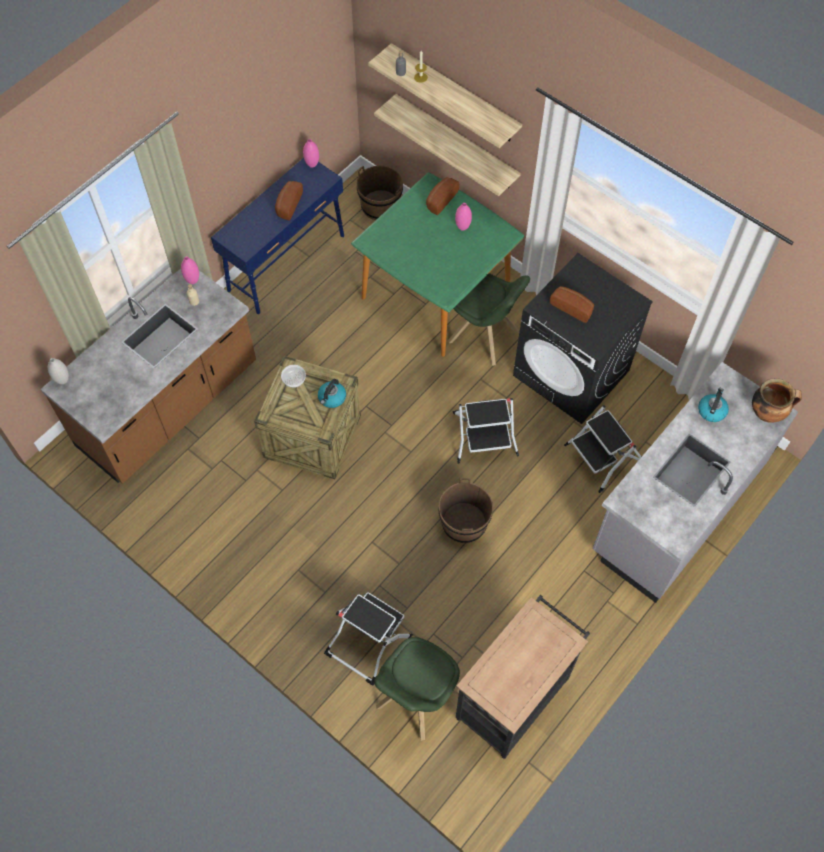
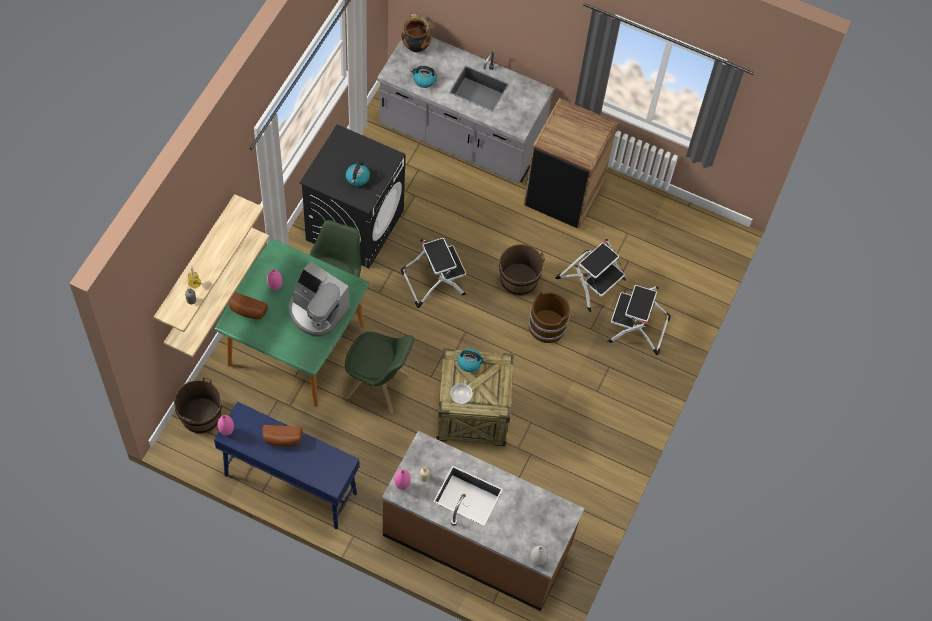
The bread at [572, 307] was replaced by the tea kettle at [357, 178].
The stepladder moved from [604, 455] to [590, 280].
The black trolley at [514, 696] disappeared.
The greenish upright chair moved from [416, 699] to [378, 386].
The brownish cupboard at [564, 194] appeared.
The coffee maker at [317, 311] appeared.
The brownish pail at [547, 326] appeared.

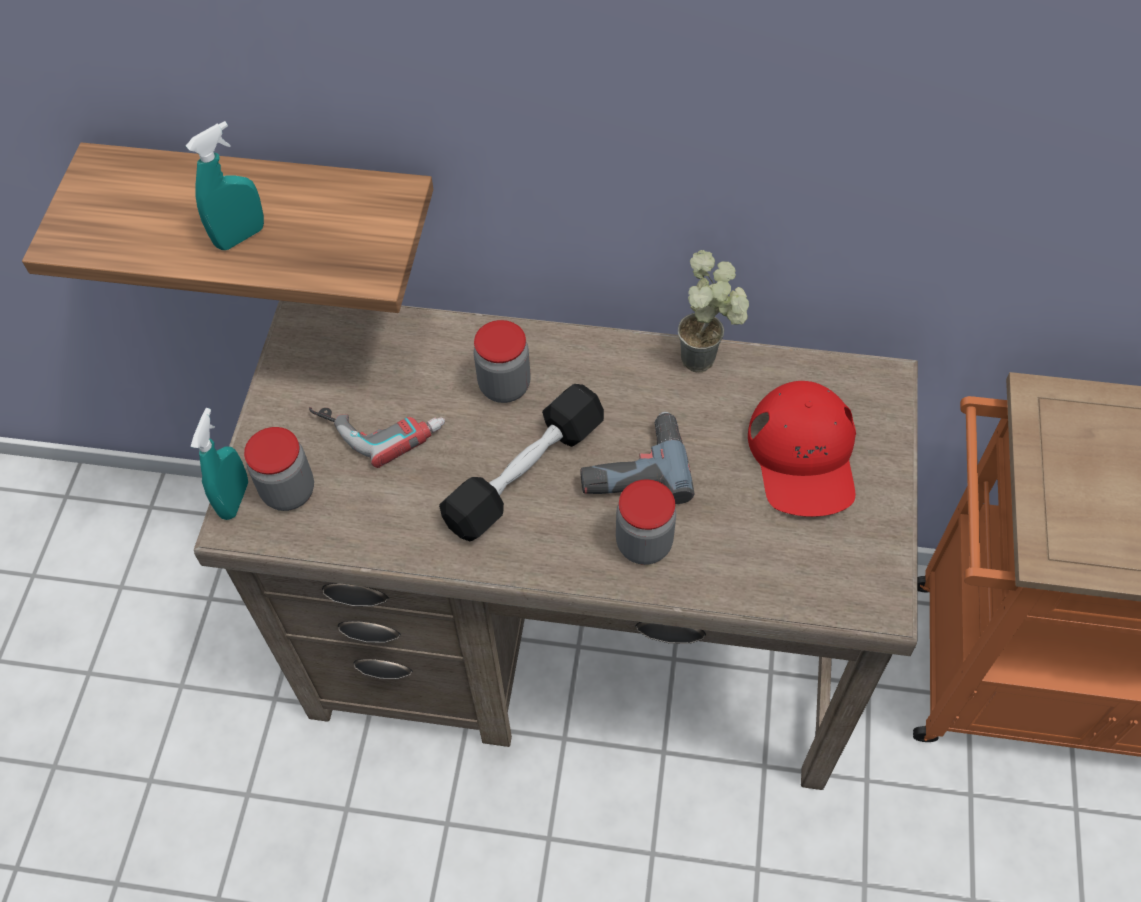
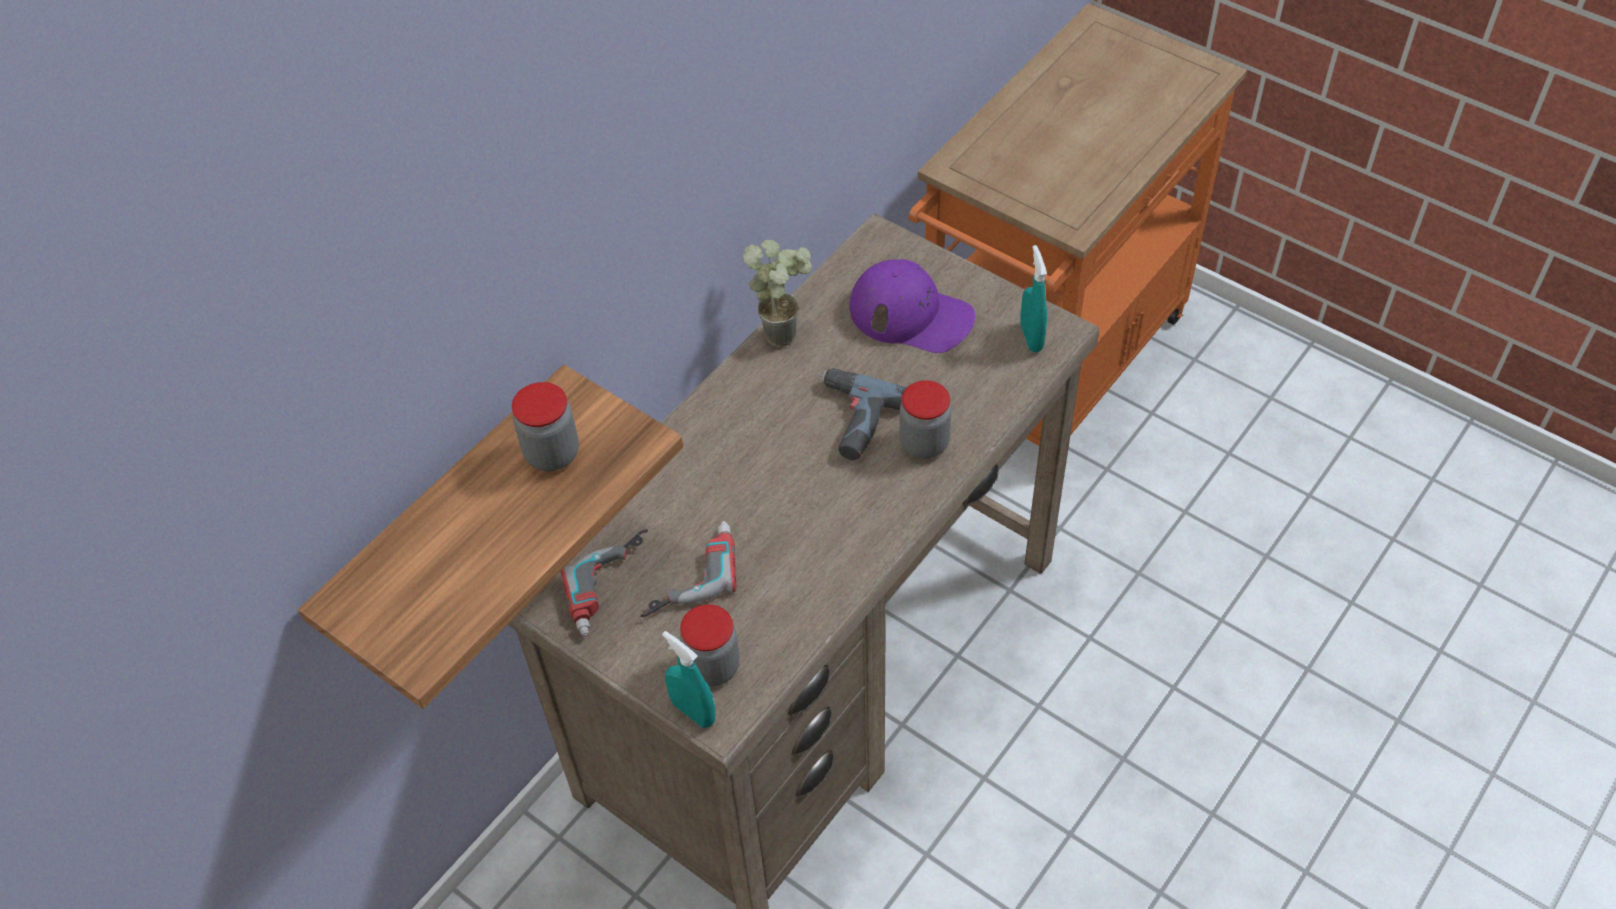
The blue-green spray bottle moved from [240, 236] to [1031, 337].
The jar moved from [504, 385] to [552, 454].
The red-coloured baseball cap at [803, 456] became the purple-coloured baseball cap at [911, 315].
The black hand weight at [525, 474] disappeared.
The power drill at [614, 587] appeared.

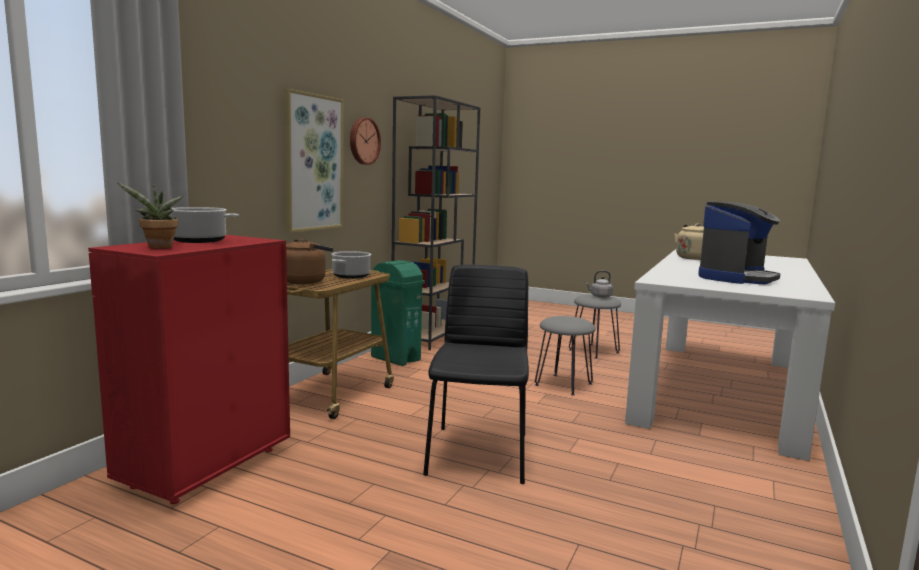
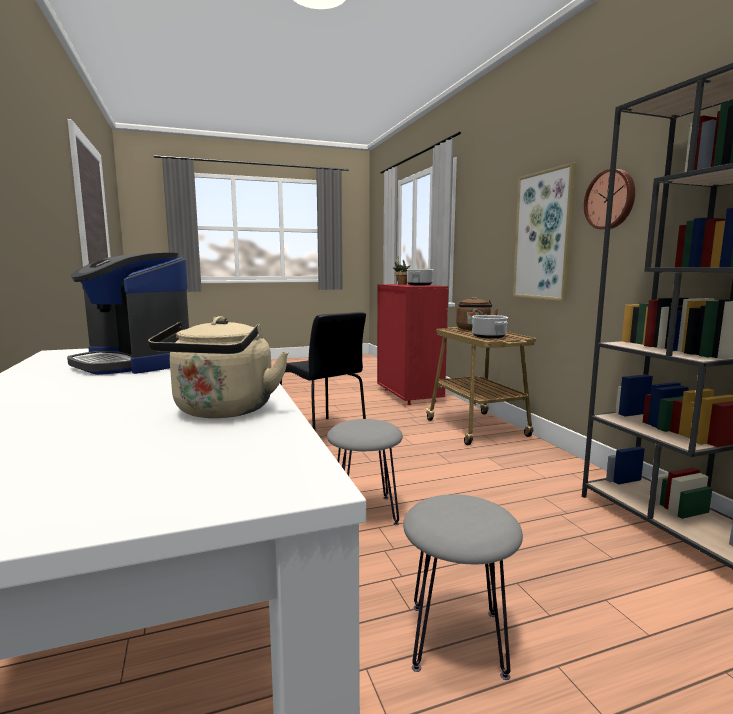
The coffee maker at [736, 278] turned 45 degrees counterclockwise.
The greenish rubbish bin at [395, 358] disappeared.
The greyish tea kettle at [599, 296] disappeared.

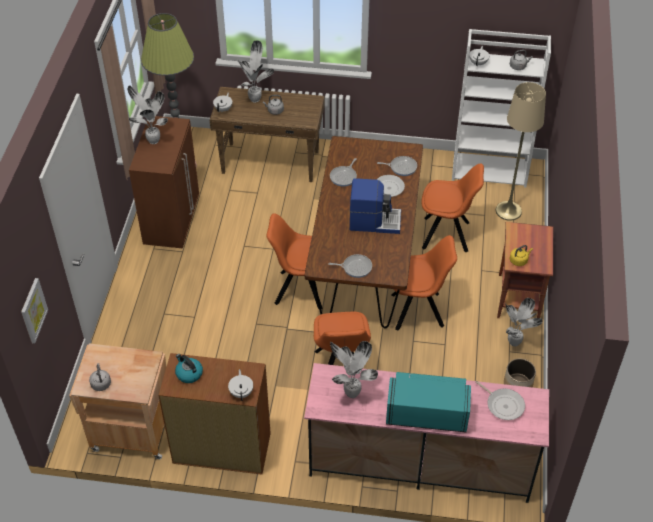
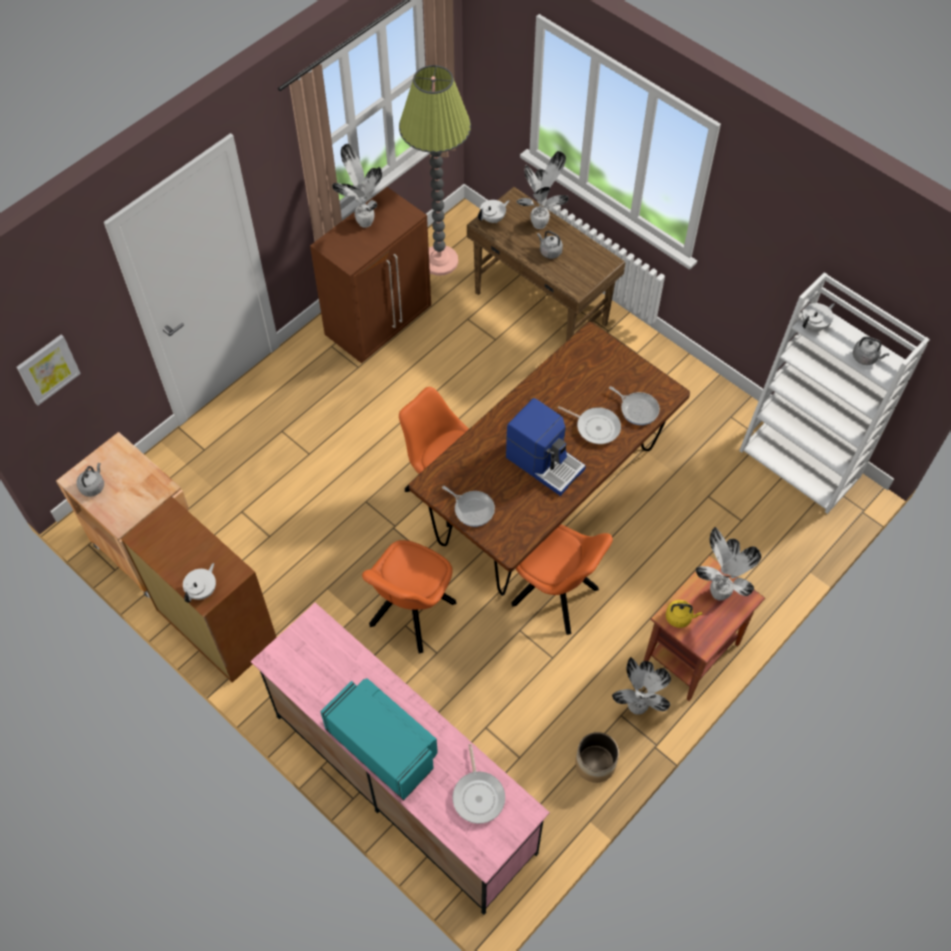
The beige-coloured standard lamp at [508, 211] disappeared.
The frying pan at [344, 177] disappeared.
The orange upright chair at [446, 235] disappeared.
The houseplant moved from [350, 393] to [718, 592].
The tea kettle at [189, 373] disappeared.

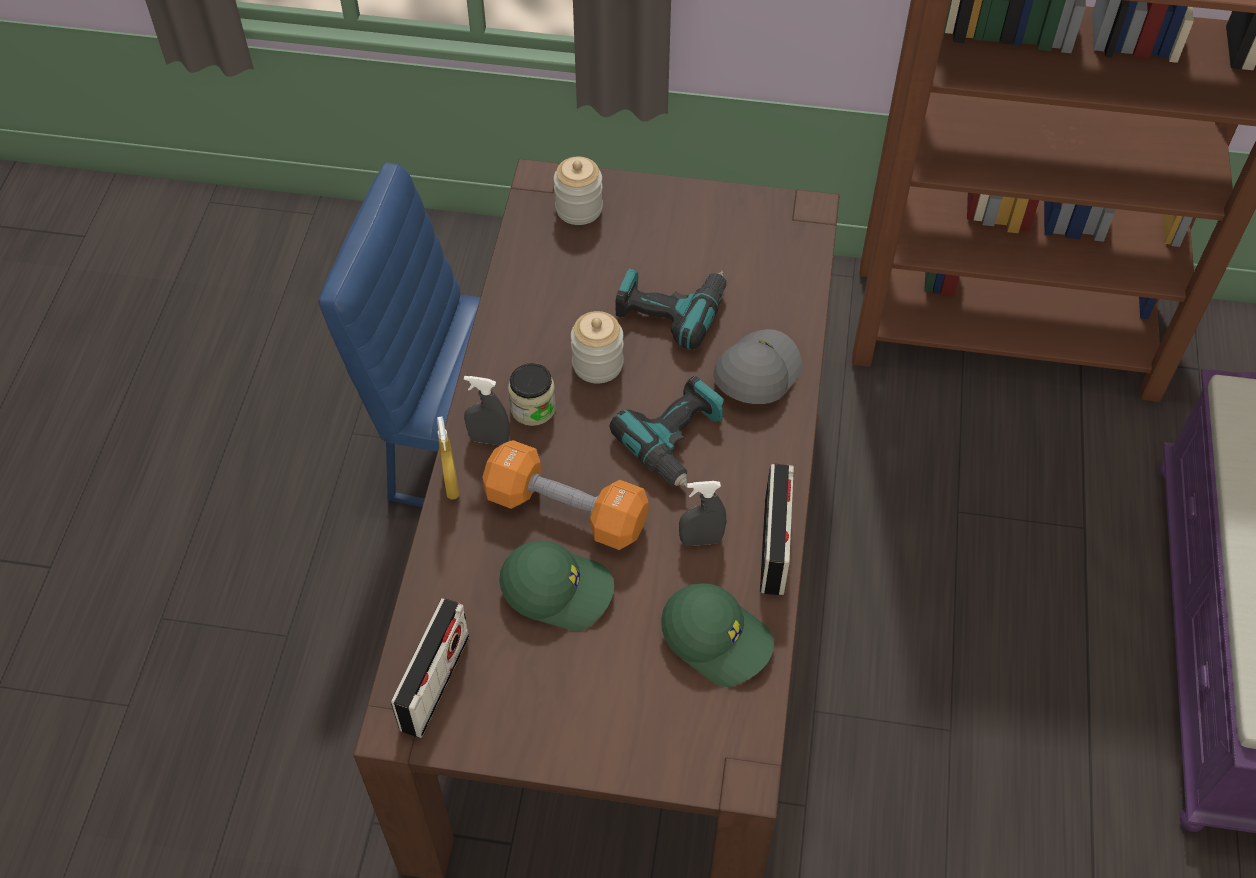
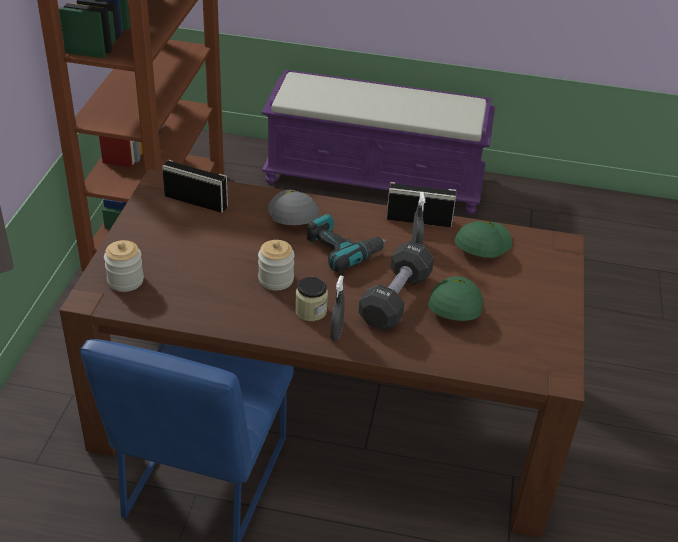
The power drill at [670, 309] disappeared.
The greyish baseball cap at [755, 373] turned 45 degrees clockwise.
The yellow-coloured spray bottle at [451, 485] disappeared.
The orange hand weight at [566, 510] became the black hand weight at [395, 299].
The radio receiver moved from [435, 682] to [196, 201].

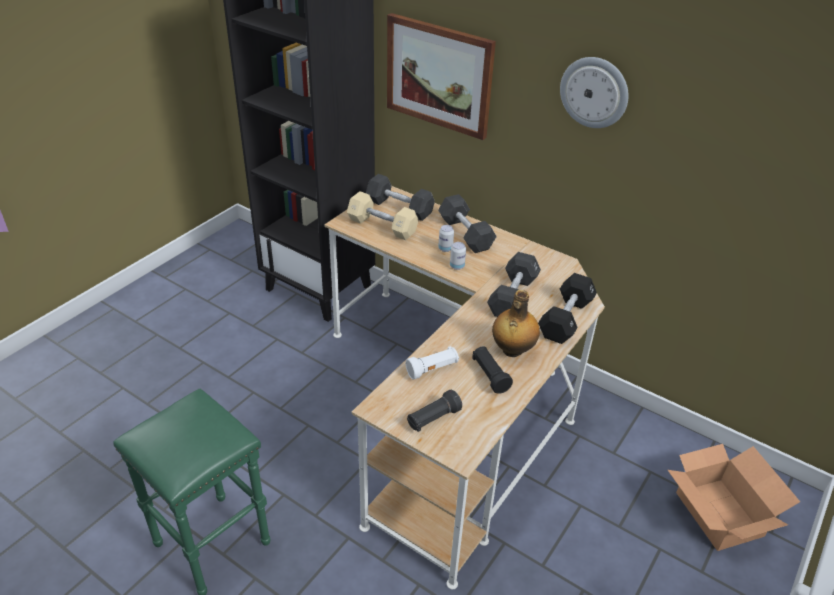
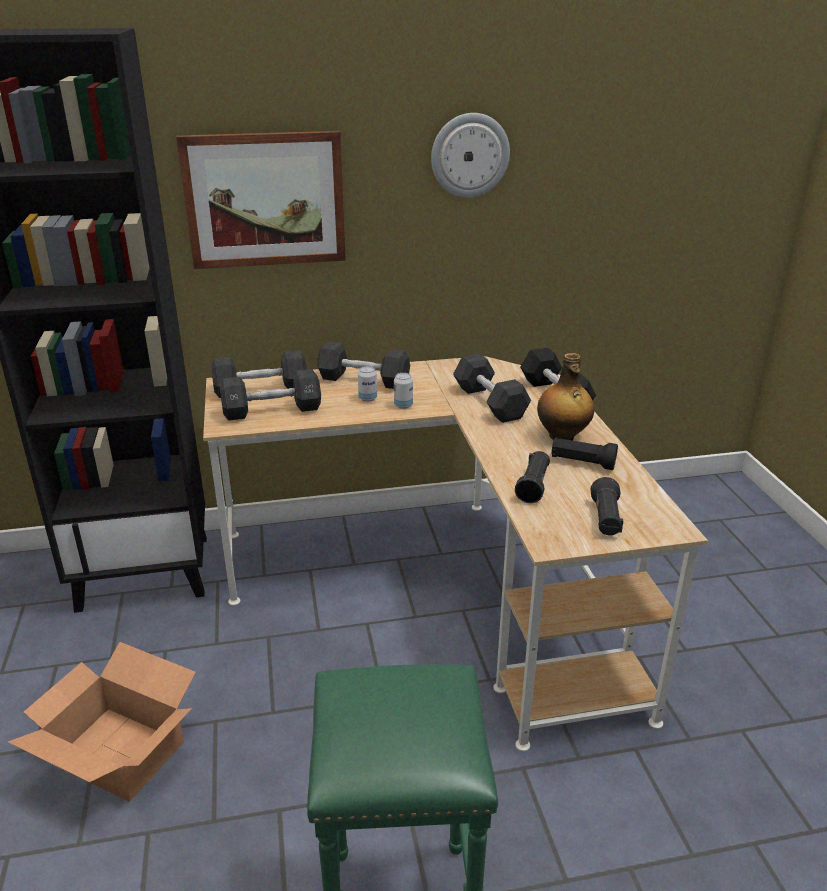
The beige-coloured hand weight at [382, 226] became the black hand weight at [272, 410].
The whitish flashlight at [432, 369] became the black flashlight at [533, 486].
The cardboard box moved from [719, 513] to [118, 751].

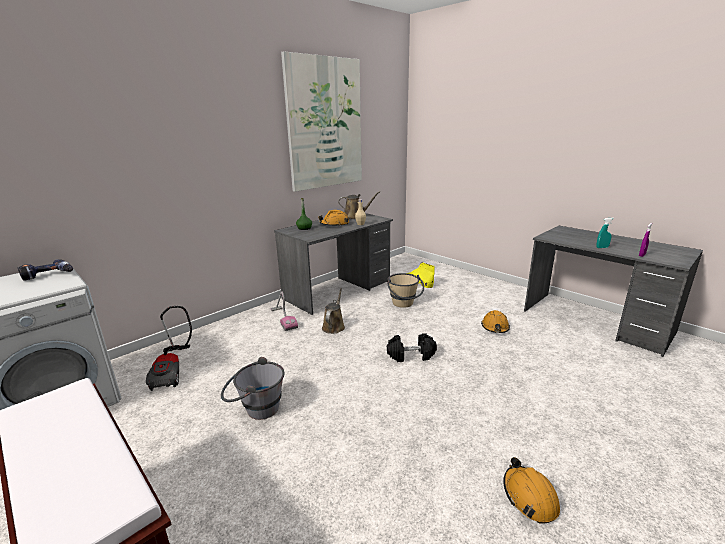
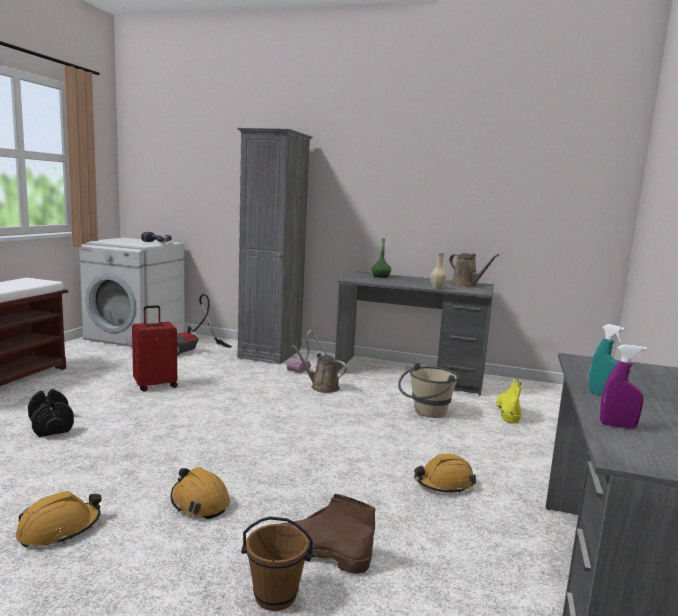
The wall picture at [325, 124] disappeared.
The orange work helmet moved from [334, 224] to [199, 502].
The brownish watering can at [334, 326] turned 135 degrees counterclockwise.
The black hand weight moved from [411, 355] to [51, 426].
The greyish pail at [256, 409] was replaced by the red-coloured travel case at [155, 385].
The greyish cupboard at [270, 354] appeared.
The brownish tall boot at [318, 553] appeared.
The brownish pail at [275, 595] appeared.

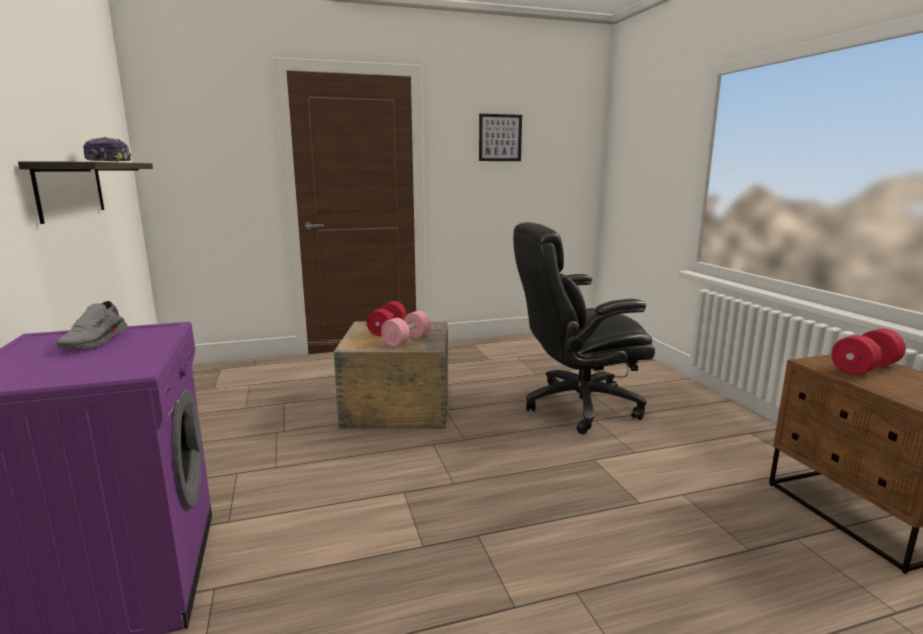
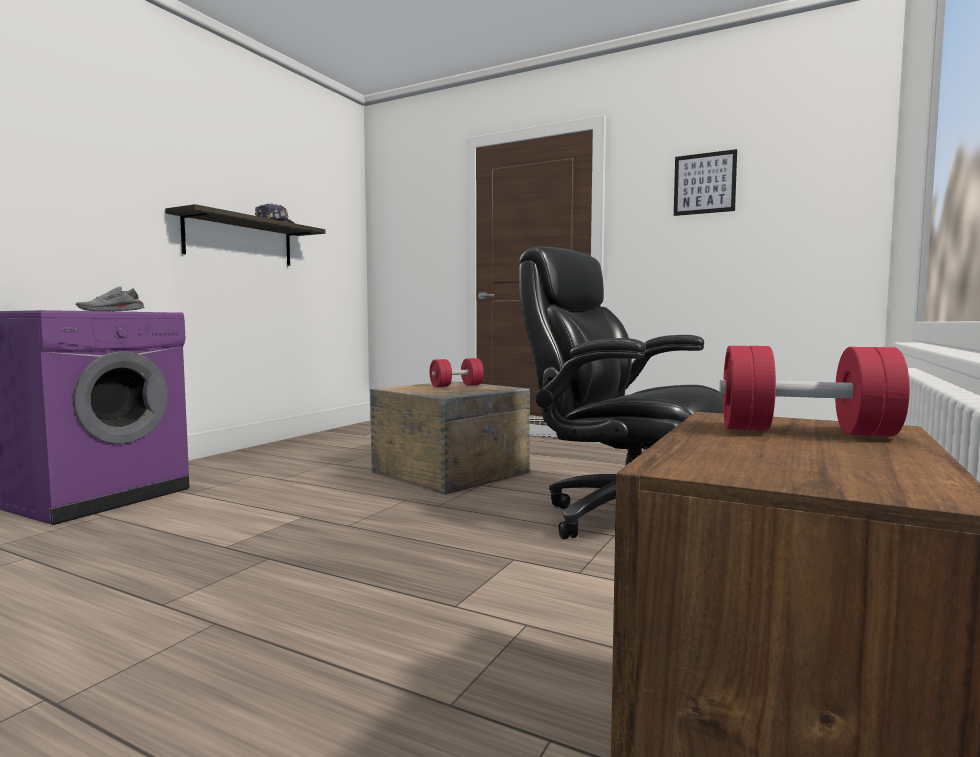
The pink hand weight at [407, 340] disappeared.

